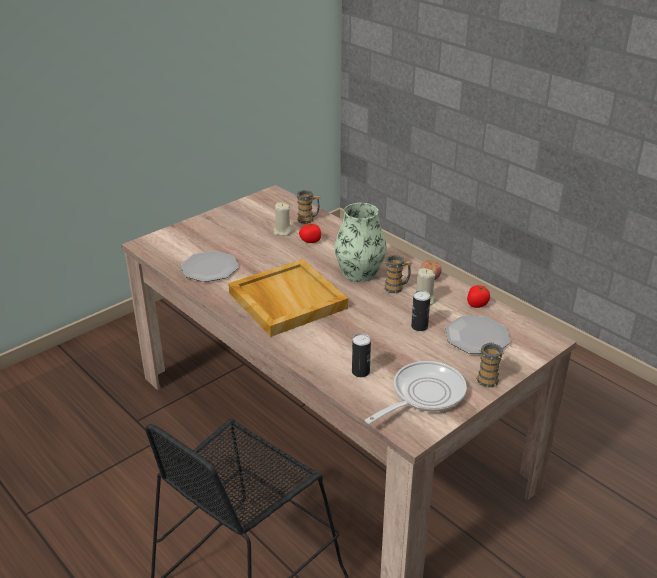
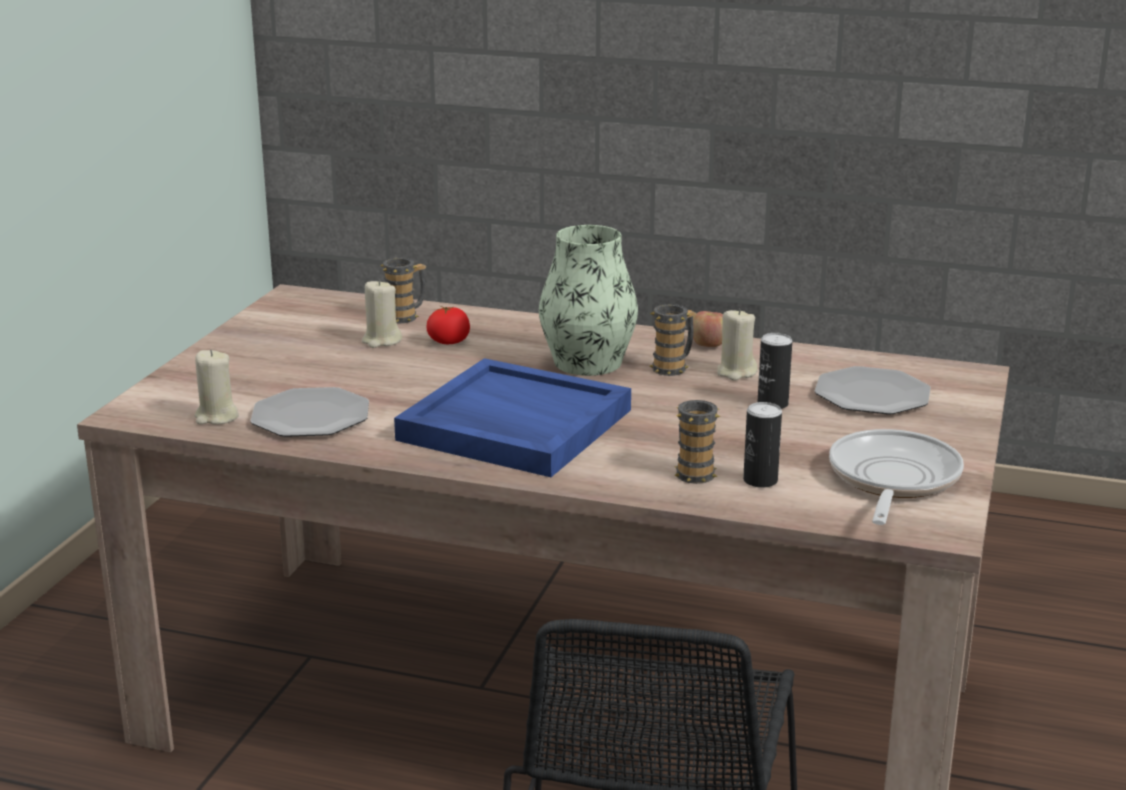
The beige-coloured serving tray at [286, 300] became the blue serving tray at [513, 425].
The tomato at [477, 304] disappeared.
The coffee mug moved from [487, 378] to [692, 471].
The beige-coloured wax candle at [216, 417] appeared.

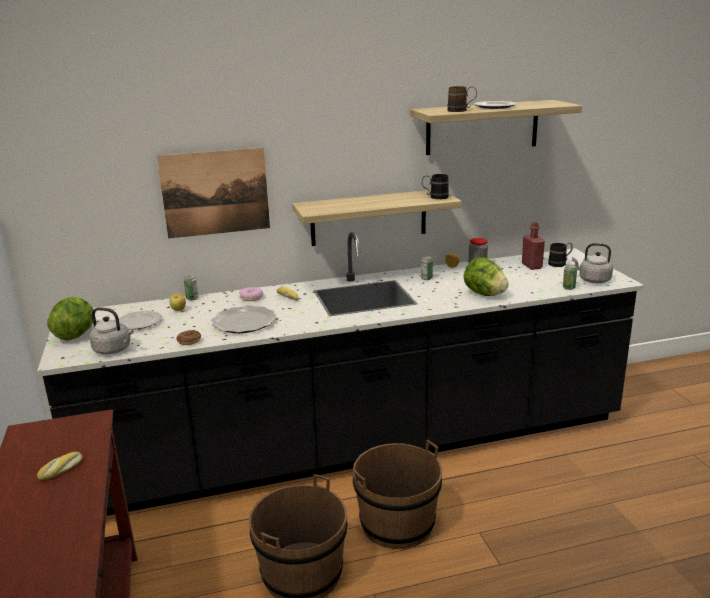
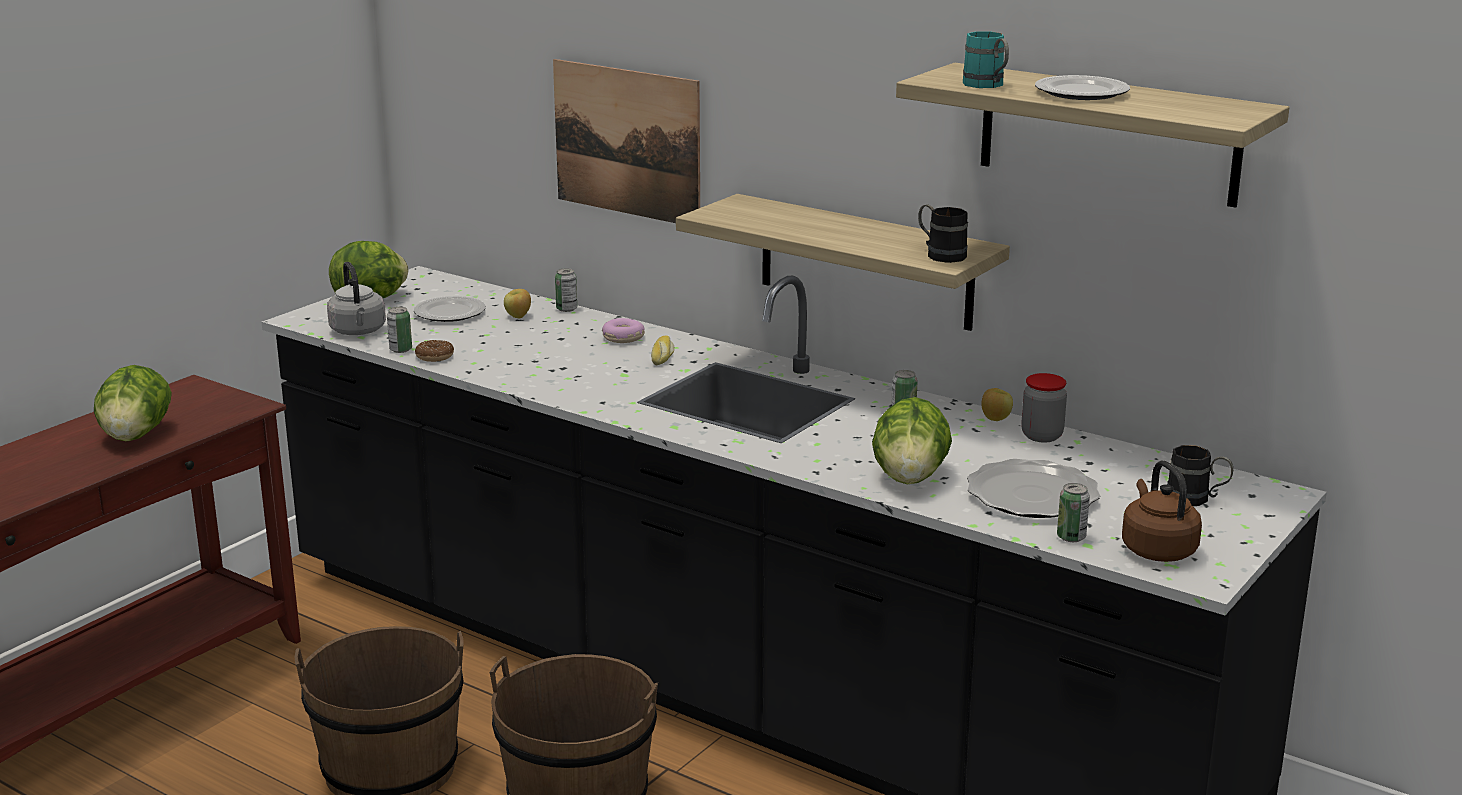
The brownish coffee mug at [461, 110] became the blue-green coffee mug at [988, 86].
The red-coloured drink bottle at [531, 266] disappeared.
The greyish tea kettle at [592, 280] became the brownish tea kettle at [1156, 549].
The plate moved from [244, 322] to [1032, 494].
The bread at [61, 470] was replaced by the lettuce at [136, 436].
The sealed can at [401, 349] appeared.

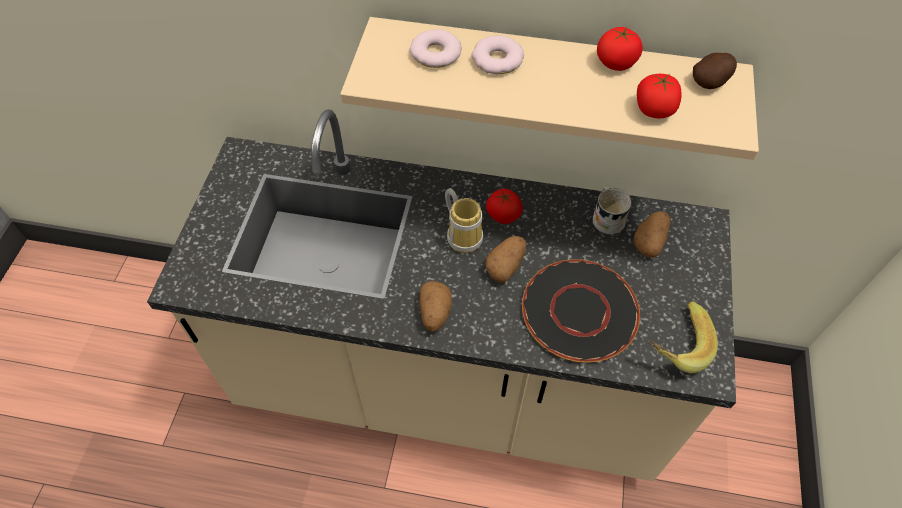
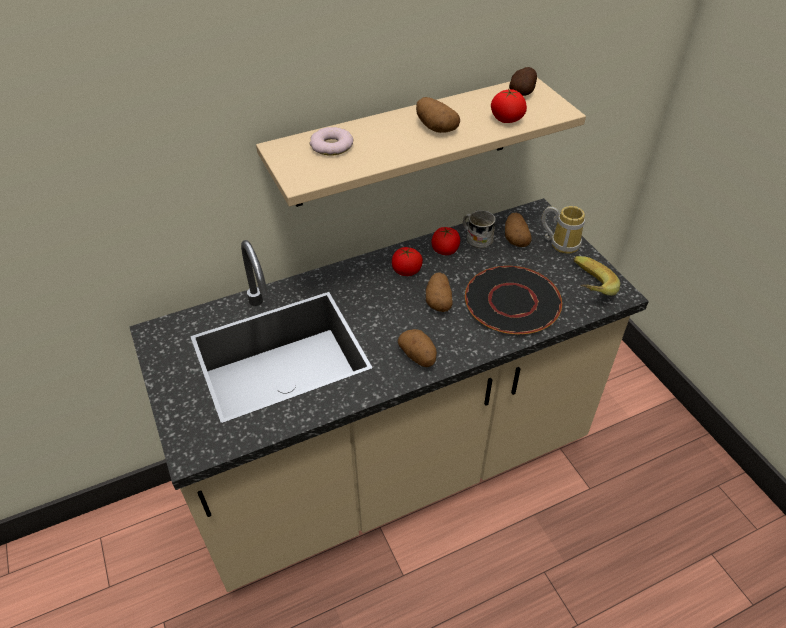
The tomato moved from [615, 63] to [445, 250].
The ring doughnut at [497, 60] disappeared.
The coffee mug moved from [463, 234] to [561, 243].
The spud at [435, 128] appeared.

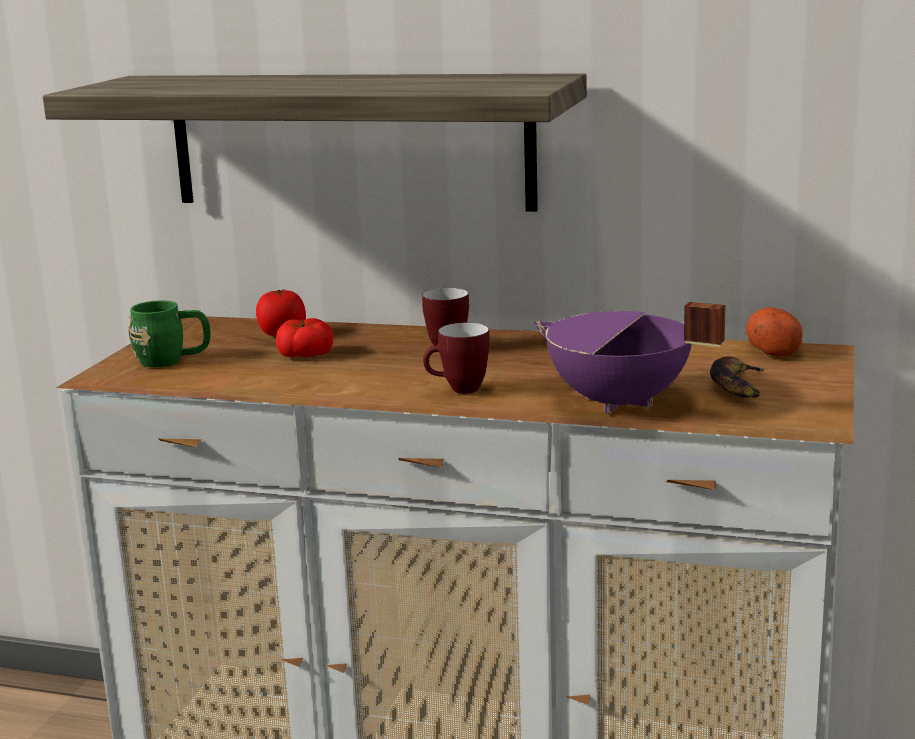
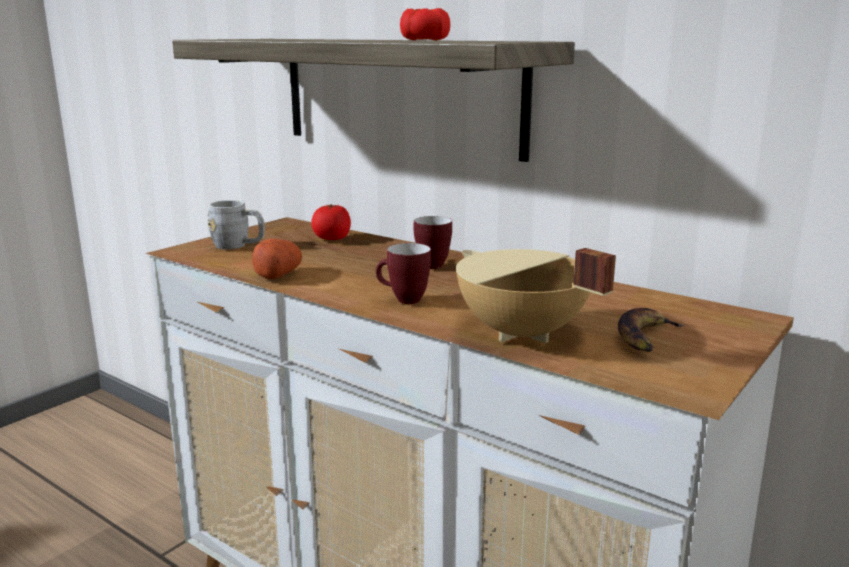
The greenish coffee mug at [172, 360] became the greyish coffee mug at [238, 246].
The purple-coloured stockpot at [618, 403] became the beige-coloured stockpot at [521, 334].
The spud moved from [773, 350] to [277, 274].
The tomato moved from [305, 354] to [425, 40].

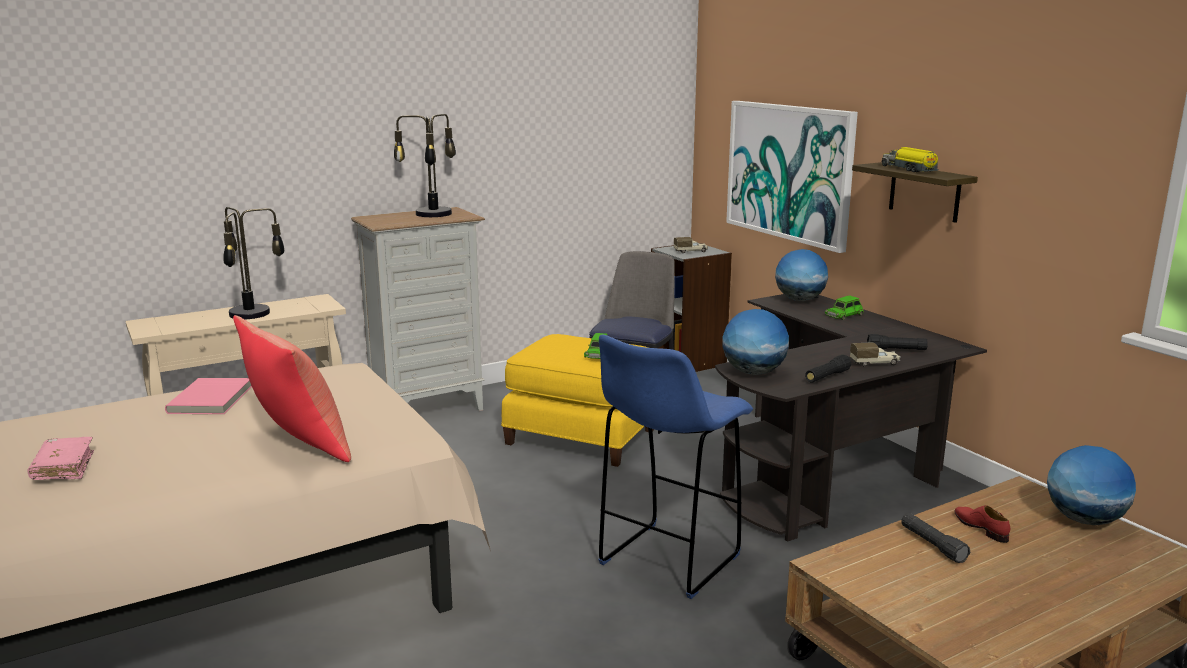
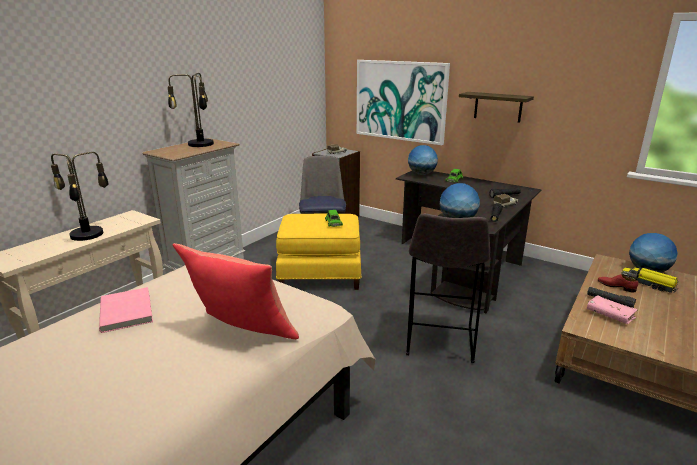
The toy truck moved from [909, 169] to [648, 284].
The blue sitting stool at [667, 561] became the greyish sitting stool at [439, 342].
The pink volume moved from [64, 468] to [609, 315].

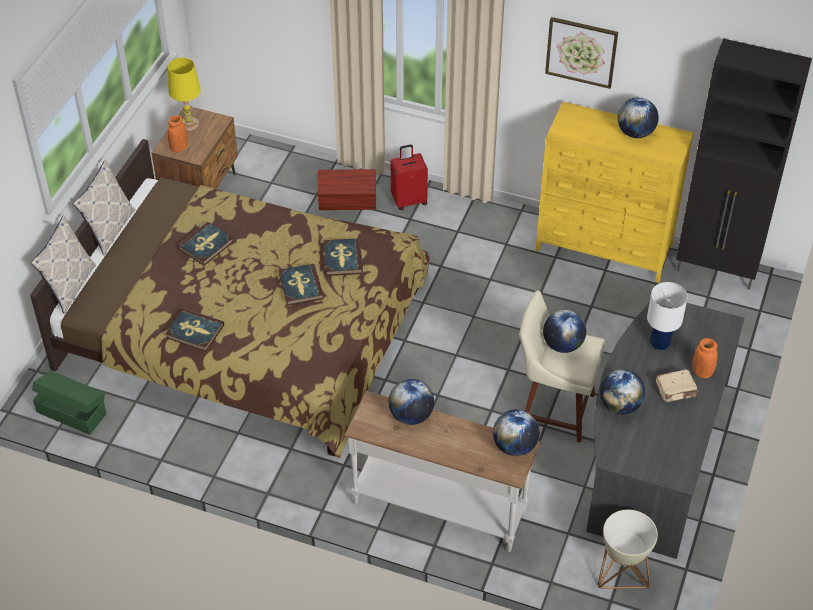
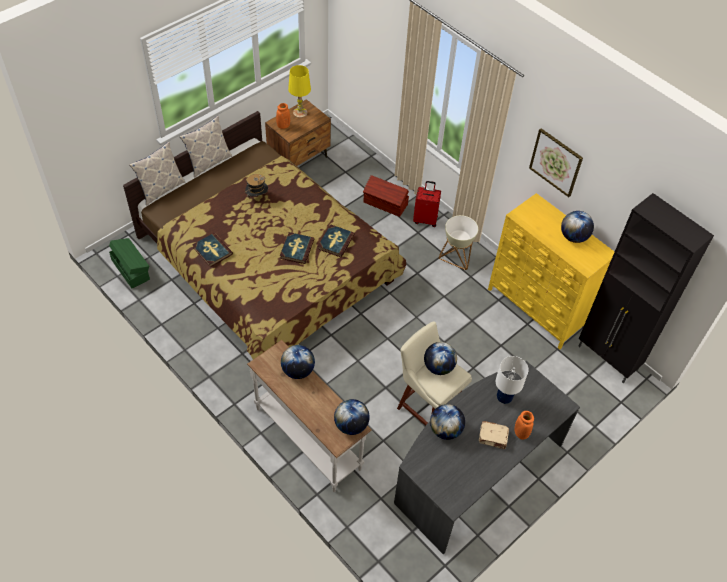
The volume at [206, 245] was replaced by the hat at [257, 197].
The planter moved from [622, 574] to [456, 257].

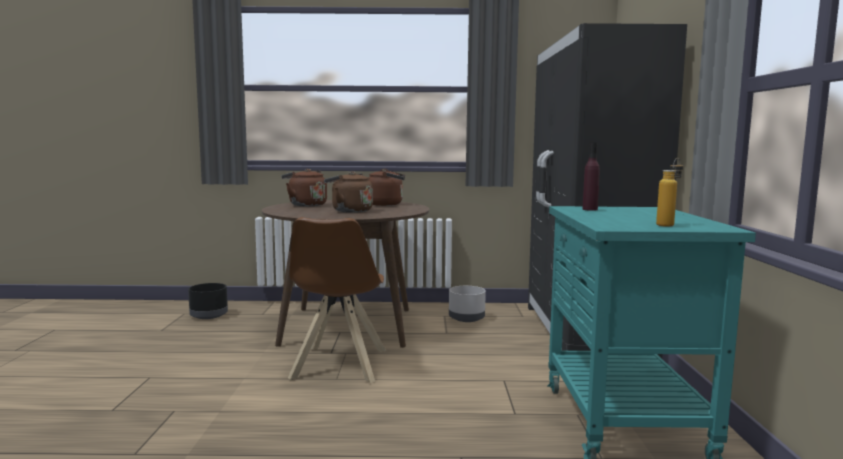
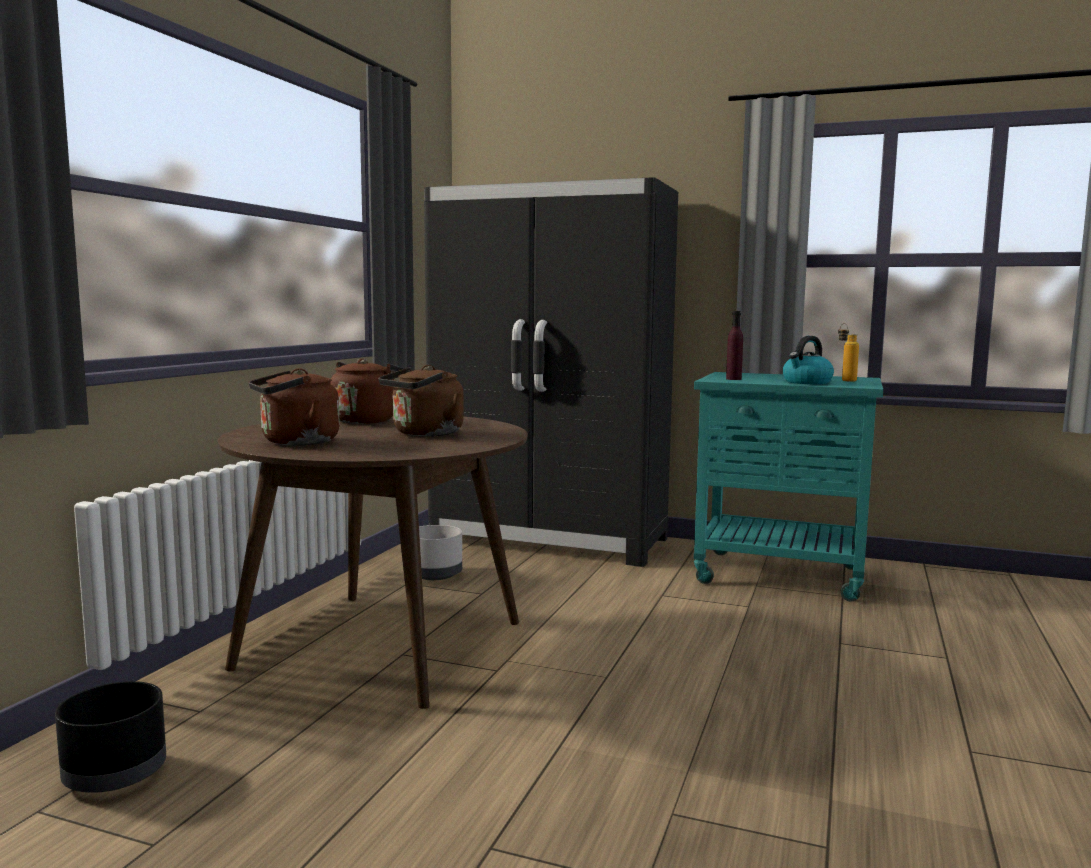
The brownish upright chair at [338, 365] disappeared.
The tea kettle at [807, 382] appeared.

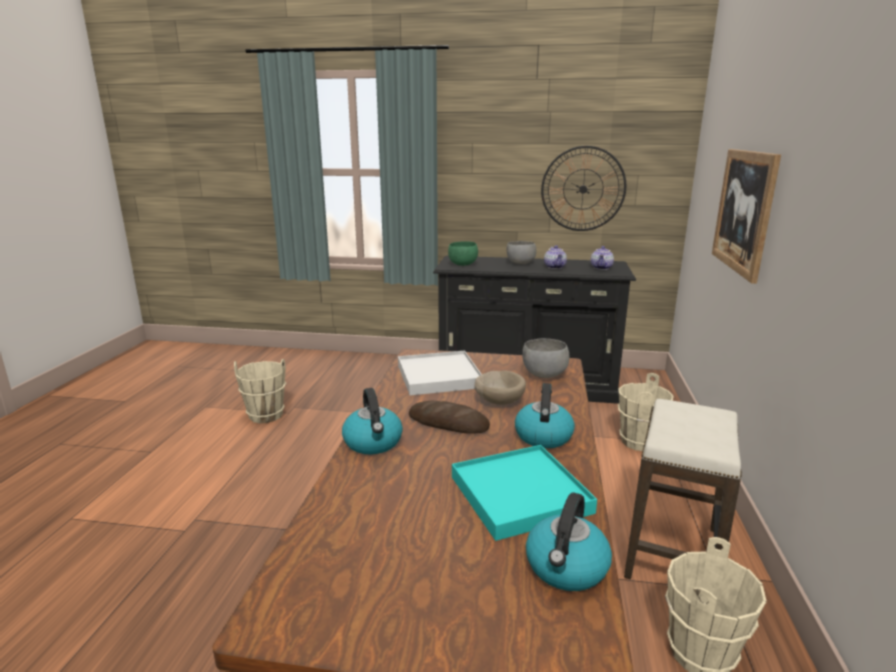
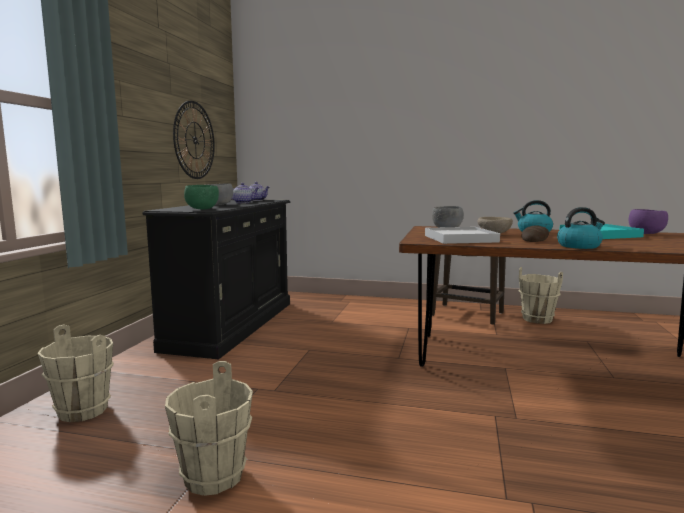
The wall picture at [744, 211] disappeared.
The beige-coloured pail moved from [638, 442] to [82, 411].
The tea kettle at [566, 568] was replaced by the purple-coloured deep dish at [645, 233].

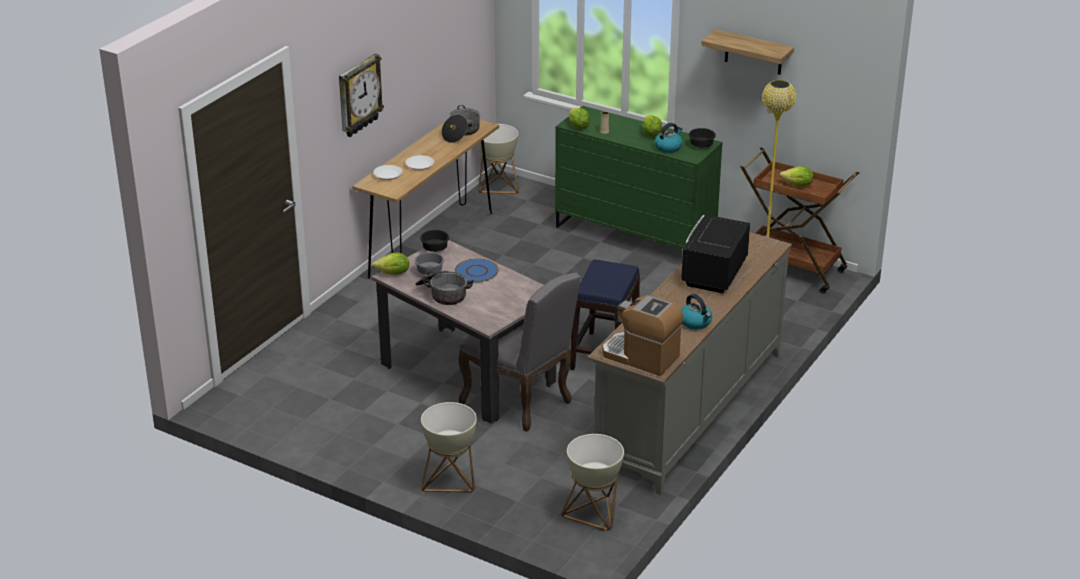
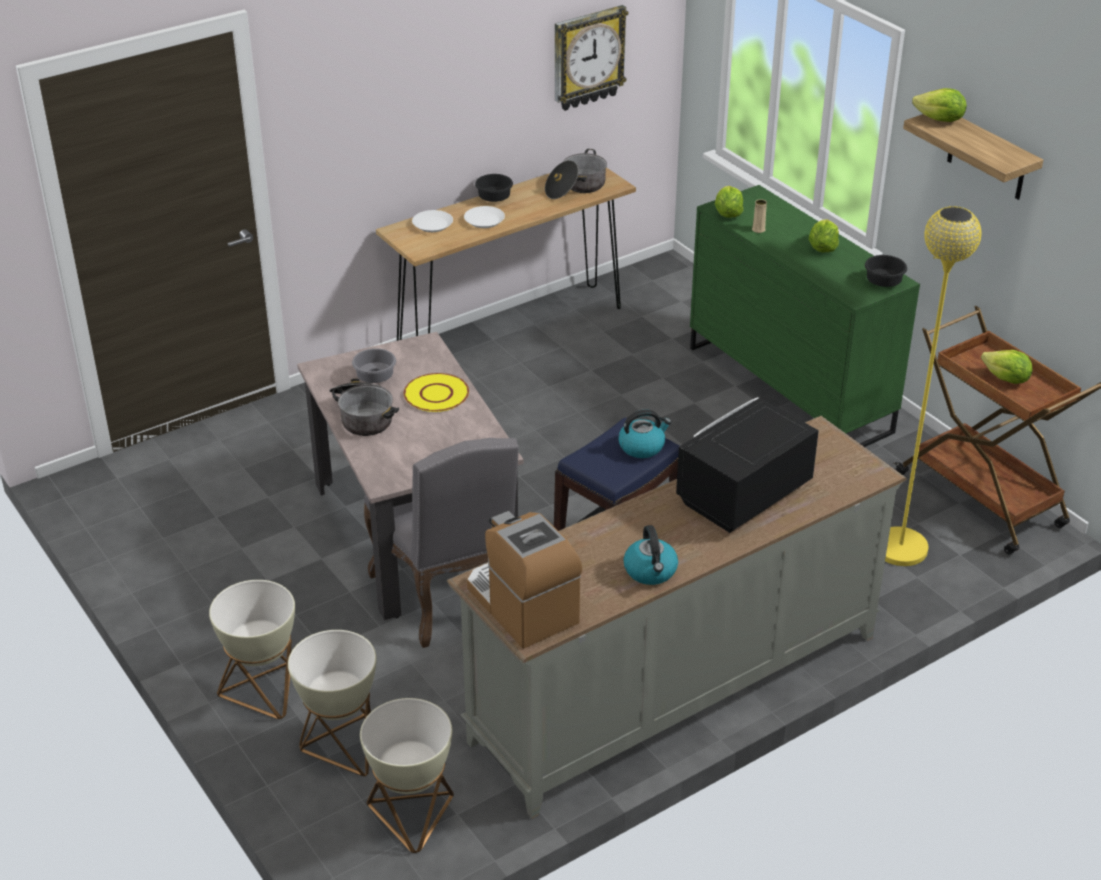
The wall clock moved from [358, 95] to [587, 57].
The tea kettle moved from [668, 147] to [642, 446].
The planter moved from [497, 187] to [342, 746].
The black deep dish moved from [435, 249] to [494, 199].
The lettuce moved from [393, 273] to [939, 120].
The blue plate at [476, 272] became the yellow-coloured plate at [436, 394].

